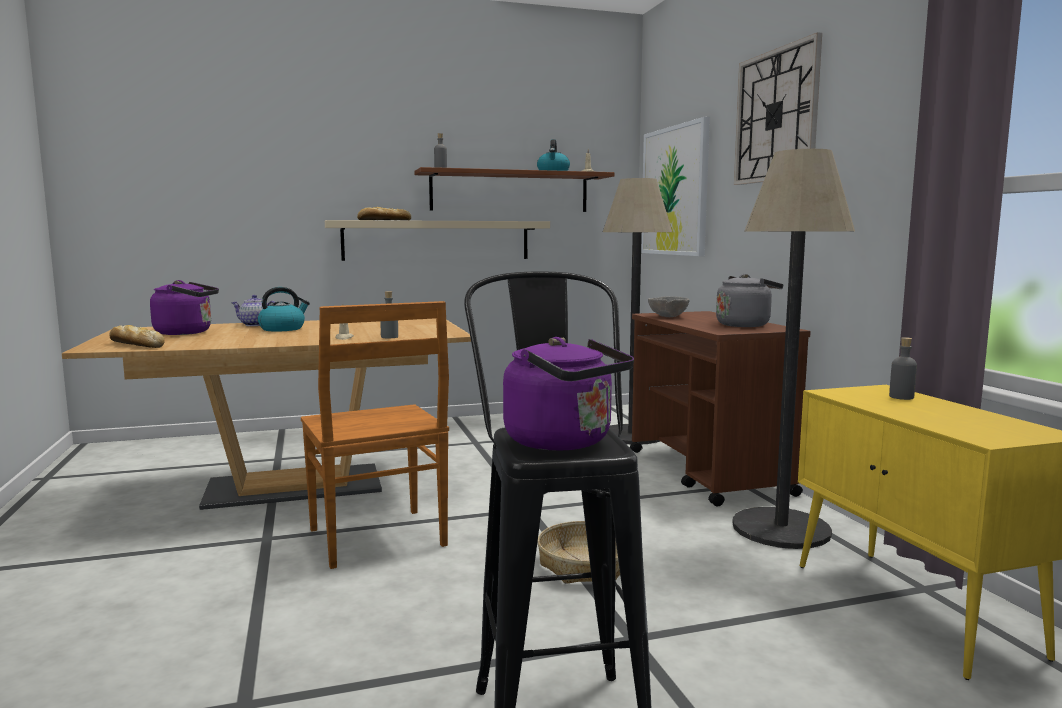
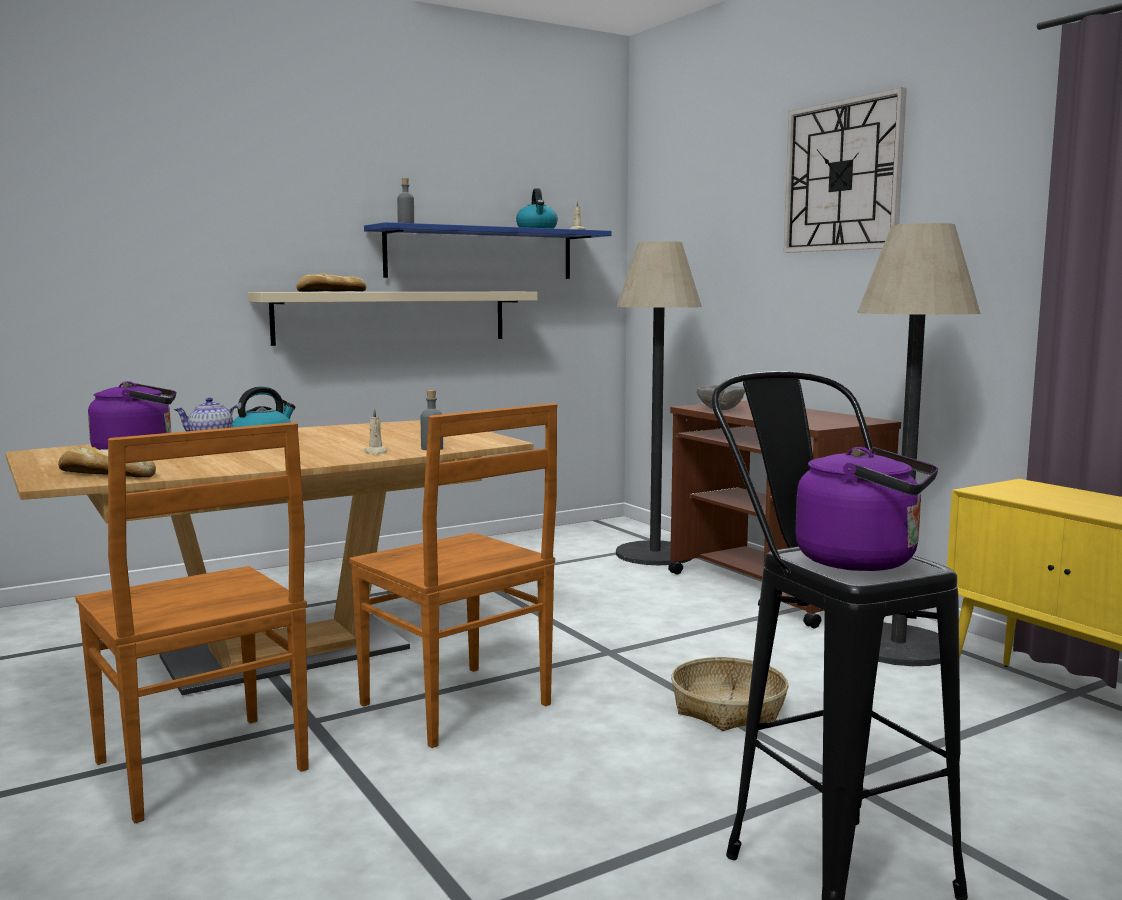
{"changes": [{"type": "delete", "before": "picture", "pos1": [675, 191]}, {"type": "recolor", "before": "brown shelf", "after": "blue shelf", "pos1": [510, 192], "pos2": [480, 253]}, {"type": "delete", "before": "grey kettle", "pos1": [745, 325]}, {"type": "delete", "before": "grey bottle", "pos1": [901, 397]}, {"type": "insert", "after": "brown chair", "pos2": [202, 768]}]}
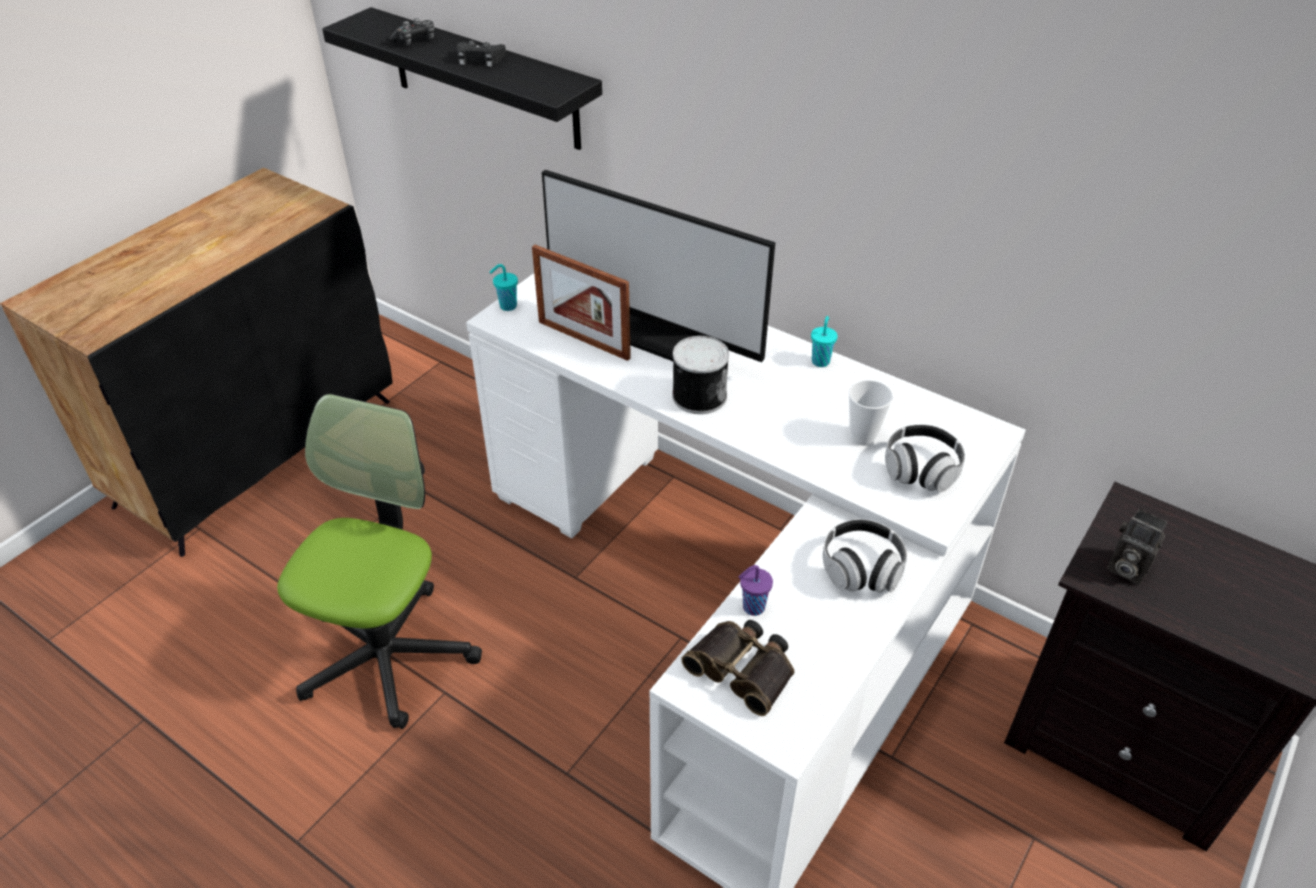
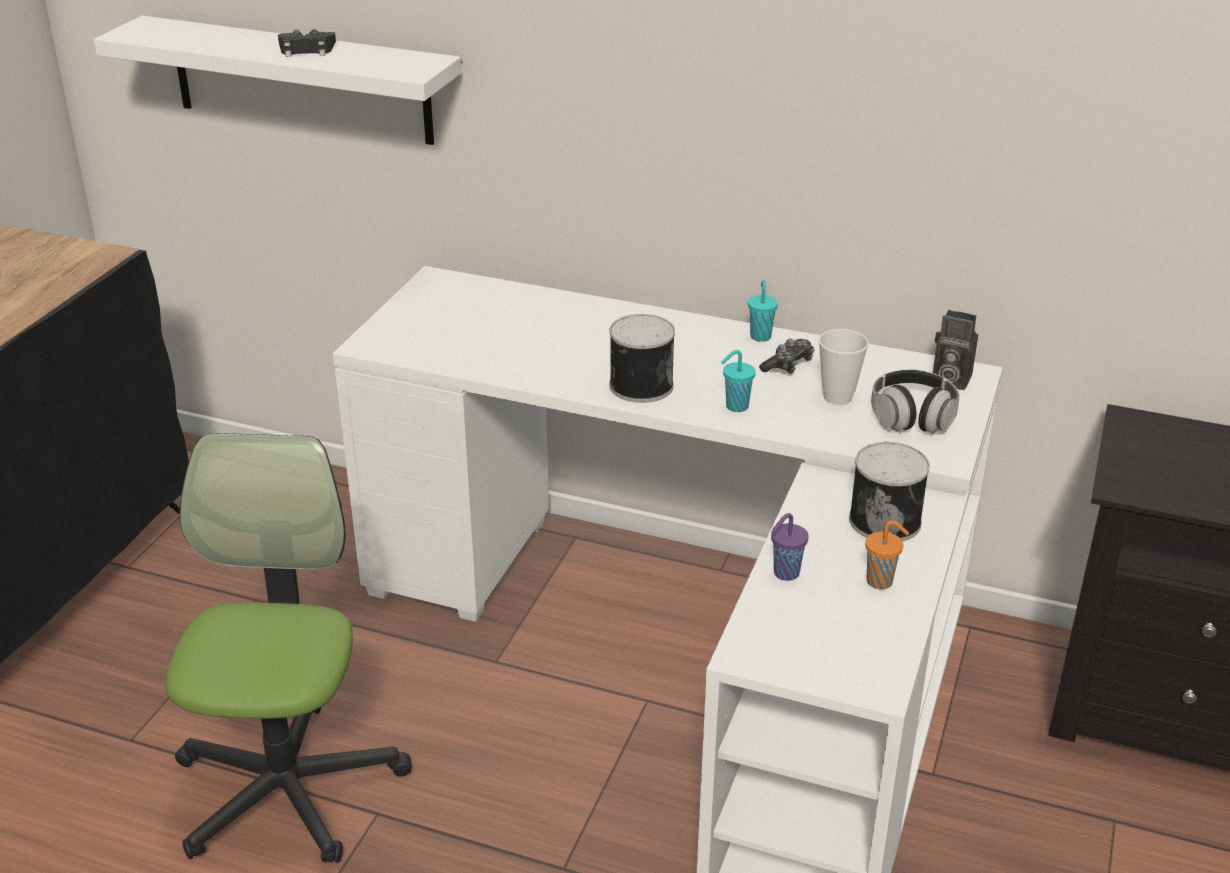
{"changes": [{"type": "recolor", "before": "black shelf", "after": "white shelf", "pos1": [484, 79], "pos2": [301, 80]}, {"type": "move", "before": "game controller", "pos1": [415, 40], "pos2": [788, 365]}, {"type": "delete", "before": "monitor", "pos1": [662, 332]}, {"type": "delete", "before": "picture frame", "pos1": [583, 340]}, {"type": "move", "before": "turquoise cup", "pos1": [507, 306], "pos2": [735, 407]}, {"type": "move", "before": "photo camera", "pos1": [1125, 568], "pos2": [948, 380]}, {"type": "replace", "before": "headphones", "after": "can", "pos1": [861, 569], "pos2": [885, 520]}, {"type": "delete", "before": "binoculars", "pos1": [744, 668]}, {"type": "insert", "after": "orange cup", "pos2": [881, 581]}]}
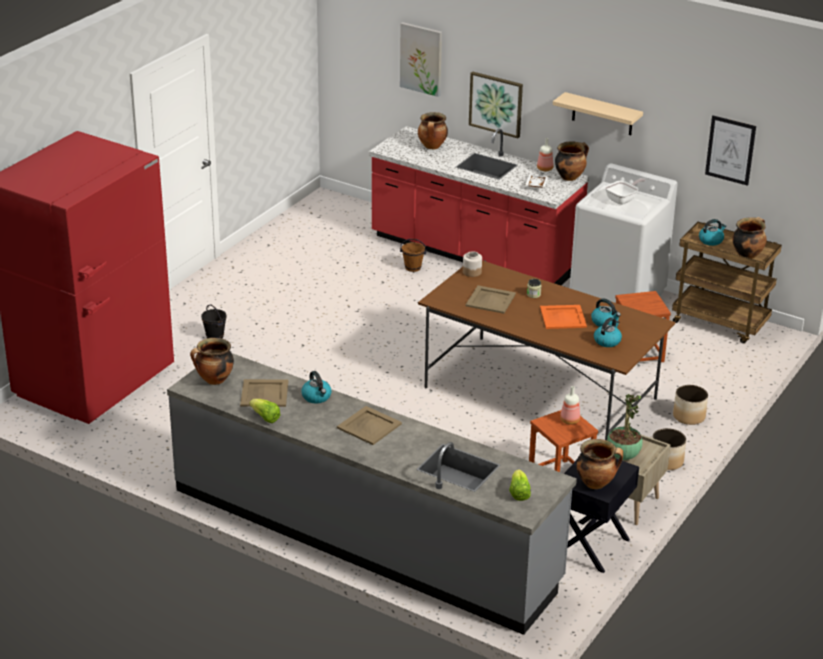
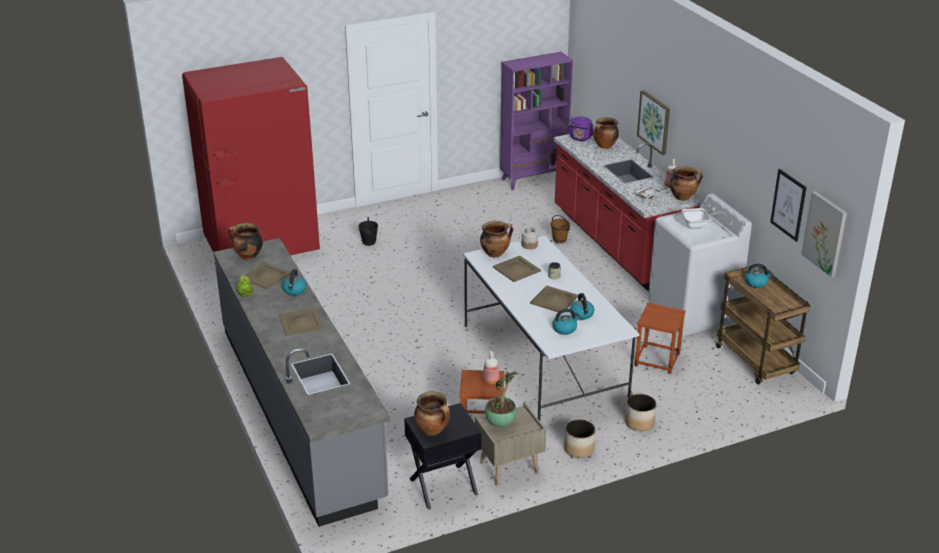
{"changes": [{"type": "move", "before": "picture", "pos1": [421, 59], "pos2": [825, 233]}, {"type": "delete", "before": "beige shelf", "pos1": [602, 114]}, {"type": "move", "before": "cooking pot", "pos1": [747, 254], "pos2": [495, 253]}, {"type": "recolor", "before": "brown dining table", "after": "white dining table", "pos1": [540, 393], "pos2": [543, 361]}, {"type": "recolor", "before": "orange tray", "after": "beige tray", "pos1": [563, 317], "pos2": [554, 300]}, {"type": "delete", "before": "lettuce", "pos1": [519, 493]}, {"type": "insert", "after": "purple bookcase", "pos2": [534, 179]}, {"type": "insert", "after": "purple kettle", "pos2": [580, 138]}]}
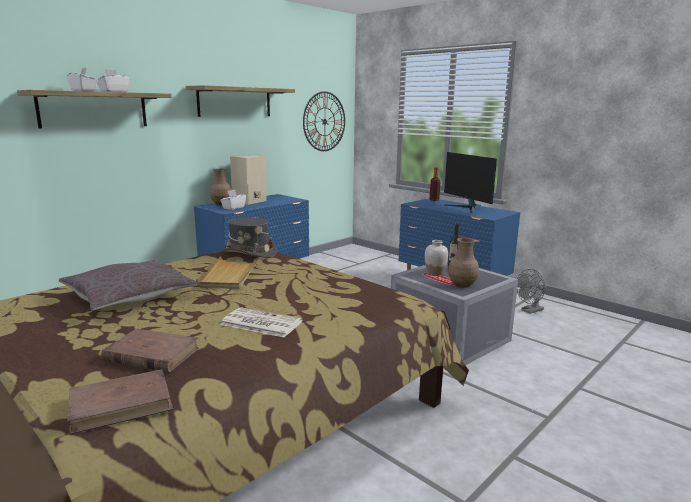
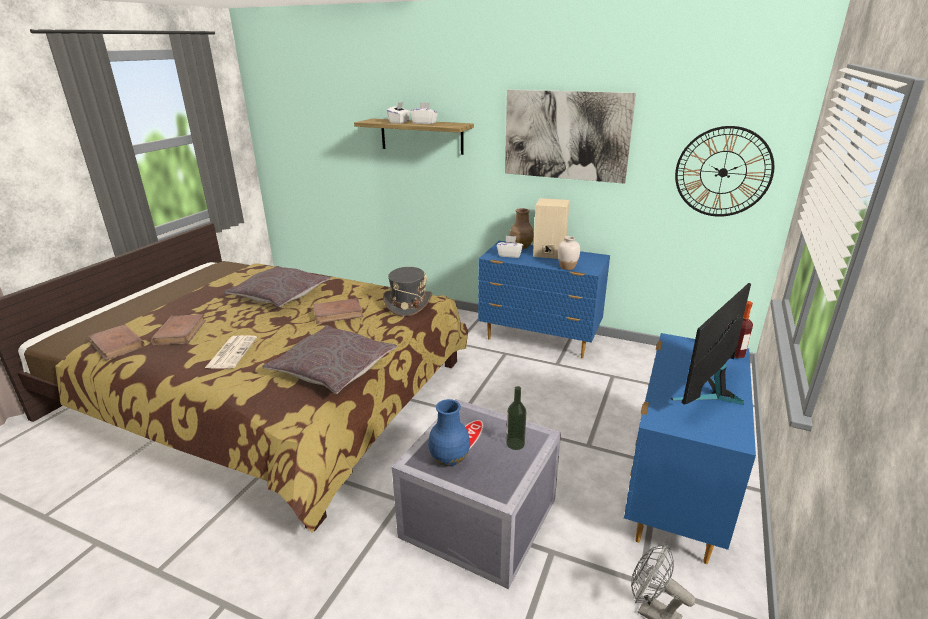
{"changes": [{"type": "replace", "before": "shelf", "after": "picture", "pos1": [235, 102], "pos2": [566, 135]}, {"type": "recolor", "before": "brown vase", "after": "blue vase", "pos1": [462, 284], "pos2": [450, 459]}, {"type": "move", "before": "white vase", "pos1": [435, 273], "pos2": [567, 267]}, {"type": "replace", "before": "beige tray", "after": "brown book", "pos1": [230, 275], "pos2": [338, 313]}, {"type": "insert", "after": "grey pillow", "pos2": [333, 368]}]}
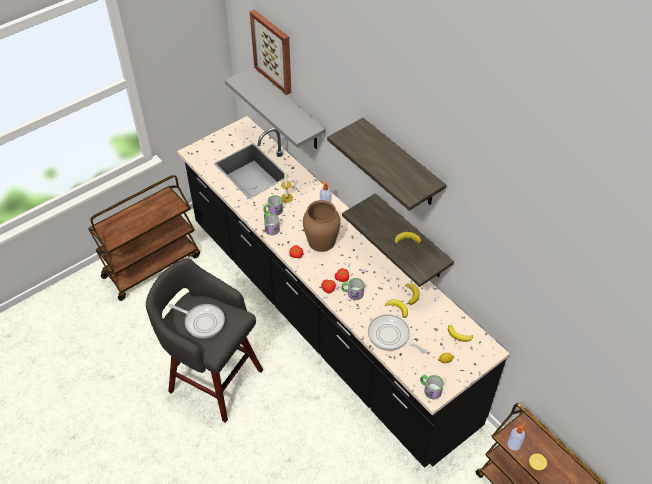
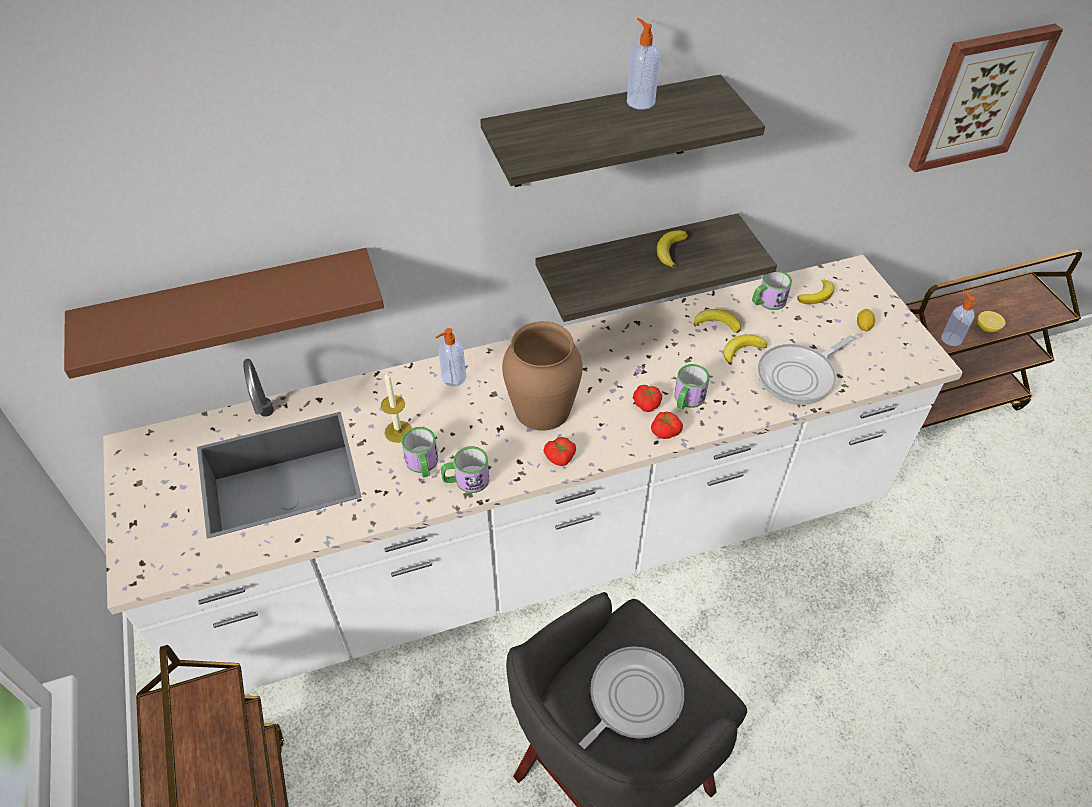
{"changes": [{"type": "move", "before": "picture", "pos1": [273, 51], "pos2": [978, 97]}, {"type": "recolor", "before": "grey shelf", "after": "brown shelf", "pos1": [287, 110], "pos2": [231, 308]}, {"type": "recolor", "before": "black counter", "after": "white counter", "pos1": [326, 319], "pos2": [546, 548]}, {"type": "move", "before": "mug", "pos1": [430, 389], "pos2": [767, 302]}, {"type": "insert", "after": "soap dispenser", "pos2": [640, 101]}]}
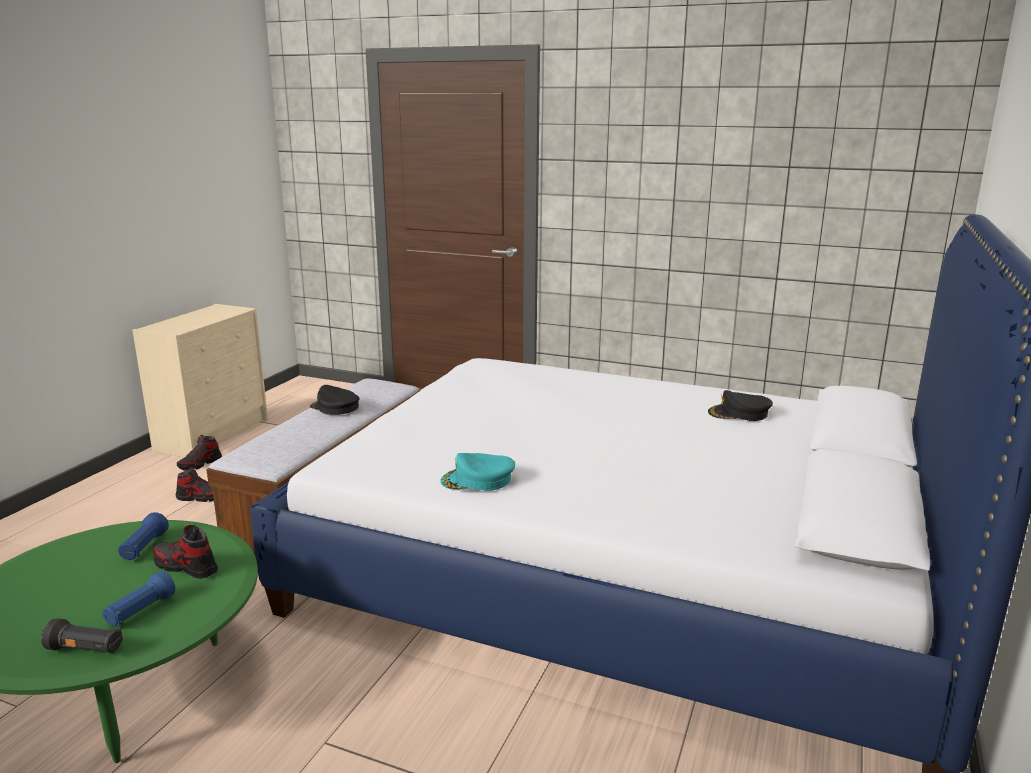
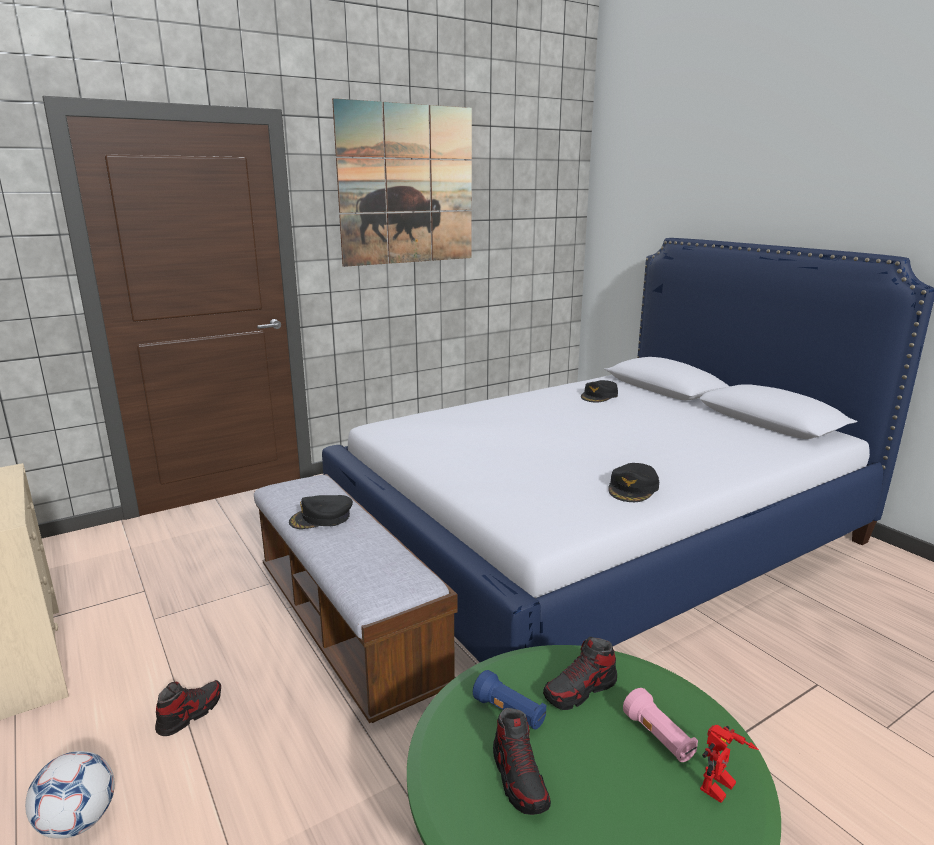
{"changes": [{"type": "move", "before": "shoe", "pos1": [200, 464], "pos2": [519, 778]}, {"type": "recolor", "before": "turquoise cap", "after": "black cap", "pos1": [478, 480], "pos2": [633, 488]}, {"type": "recolor", "before": "blue flashlight", "after": "pink flashlight", "pos1": [140, 612], "pos2": [659, 738]}, {"type": "replace", "before": "black flashlight", "after": "toy robot", "pos1": [86, 650], "pos2": [721, 791]}, {"type": "insert", "after": "picture", "pos2": [407, 185]}, {"type": "insert", "after": "football", "pos2": [78, 822]}]}
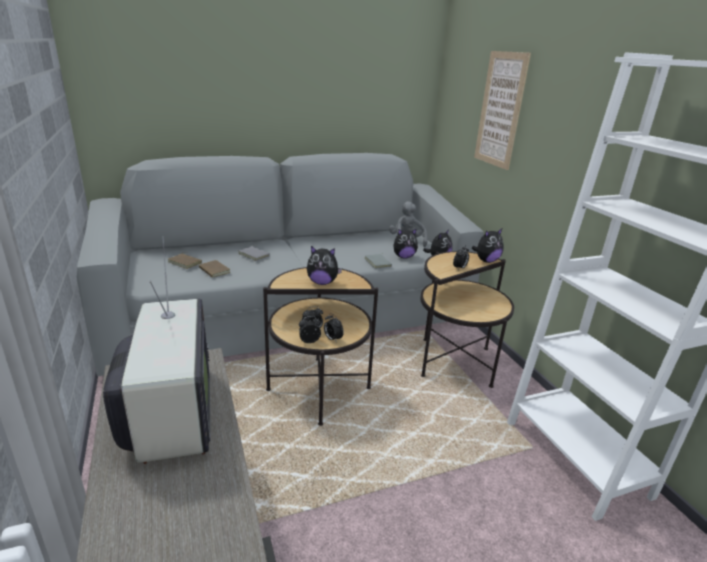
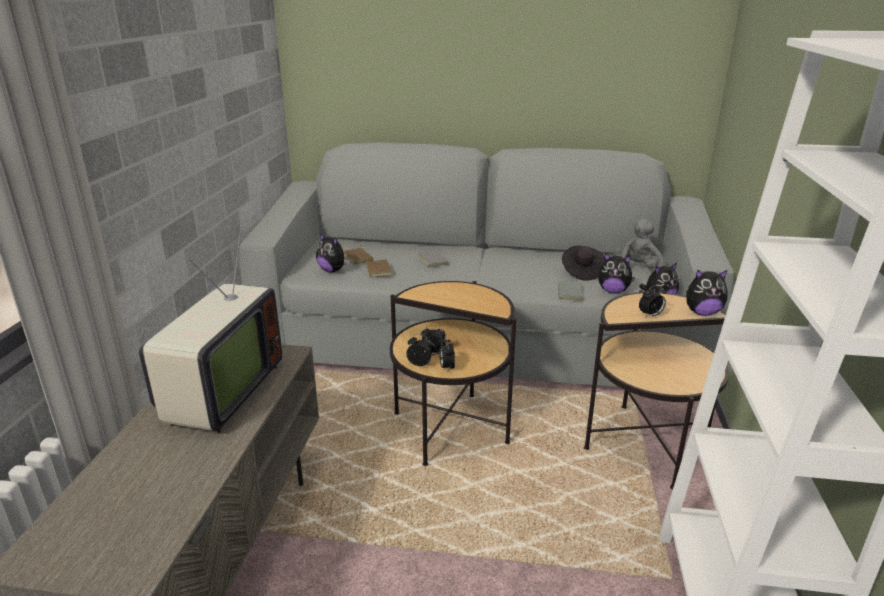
{"changes": [{"type": "delete", "before": "picture", "pos1": [500, 110]}, {"type": "move", "before": "plush toy", "pos1": [322, 282], "pos2": [333, 270]}, {"type": "insert", "after": "black hat", "pos2": [582, 272]}]}
